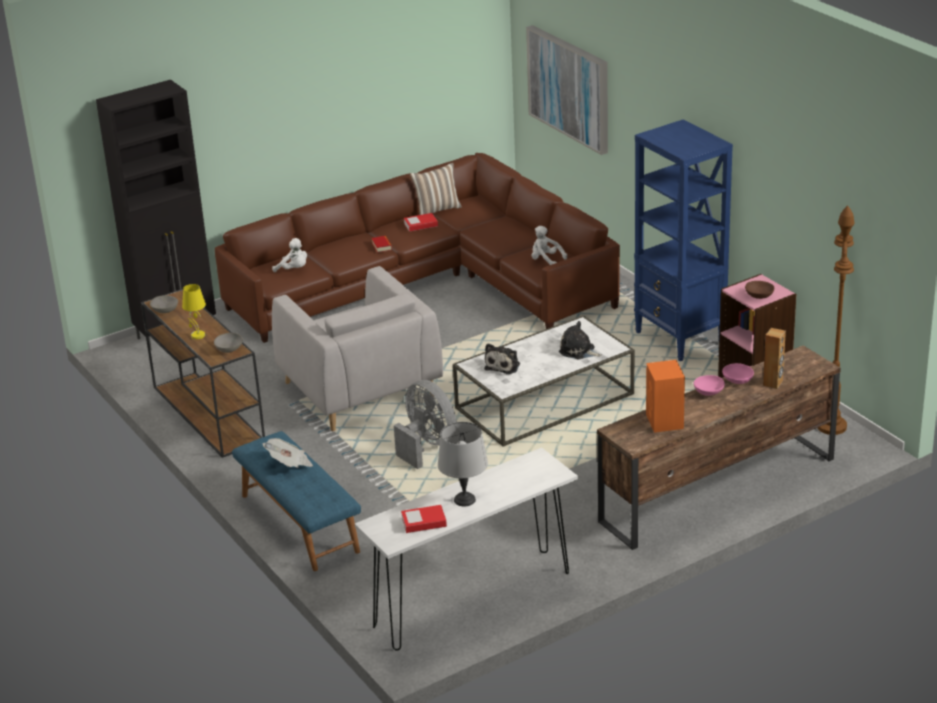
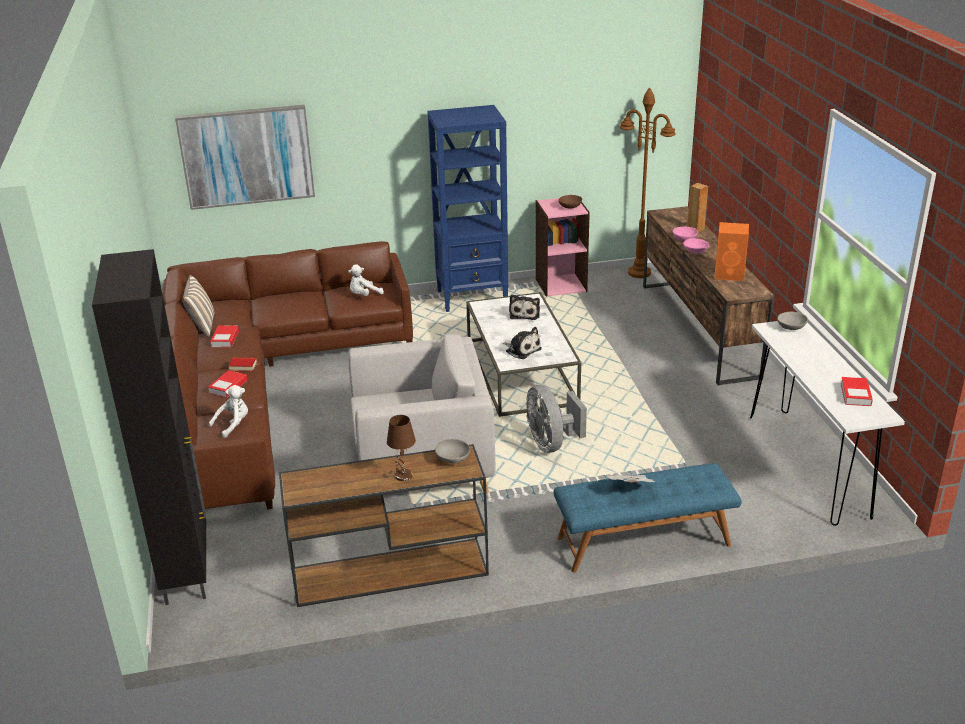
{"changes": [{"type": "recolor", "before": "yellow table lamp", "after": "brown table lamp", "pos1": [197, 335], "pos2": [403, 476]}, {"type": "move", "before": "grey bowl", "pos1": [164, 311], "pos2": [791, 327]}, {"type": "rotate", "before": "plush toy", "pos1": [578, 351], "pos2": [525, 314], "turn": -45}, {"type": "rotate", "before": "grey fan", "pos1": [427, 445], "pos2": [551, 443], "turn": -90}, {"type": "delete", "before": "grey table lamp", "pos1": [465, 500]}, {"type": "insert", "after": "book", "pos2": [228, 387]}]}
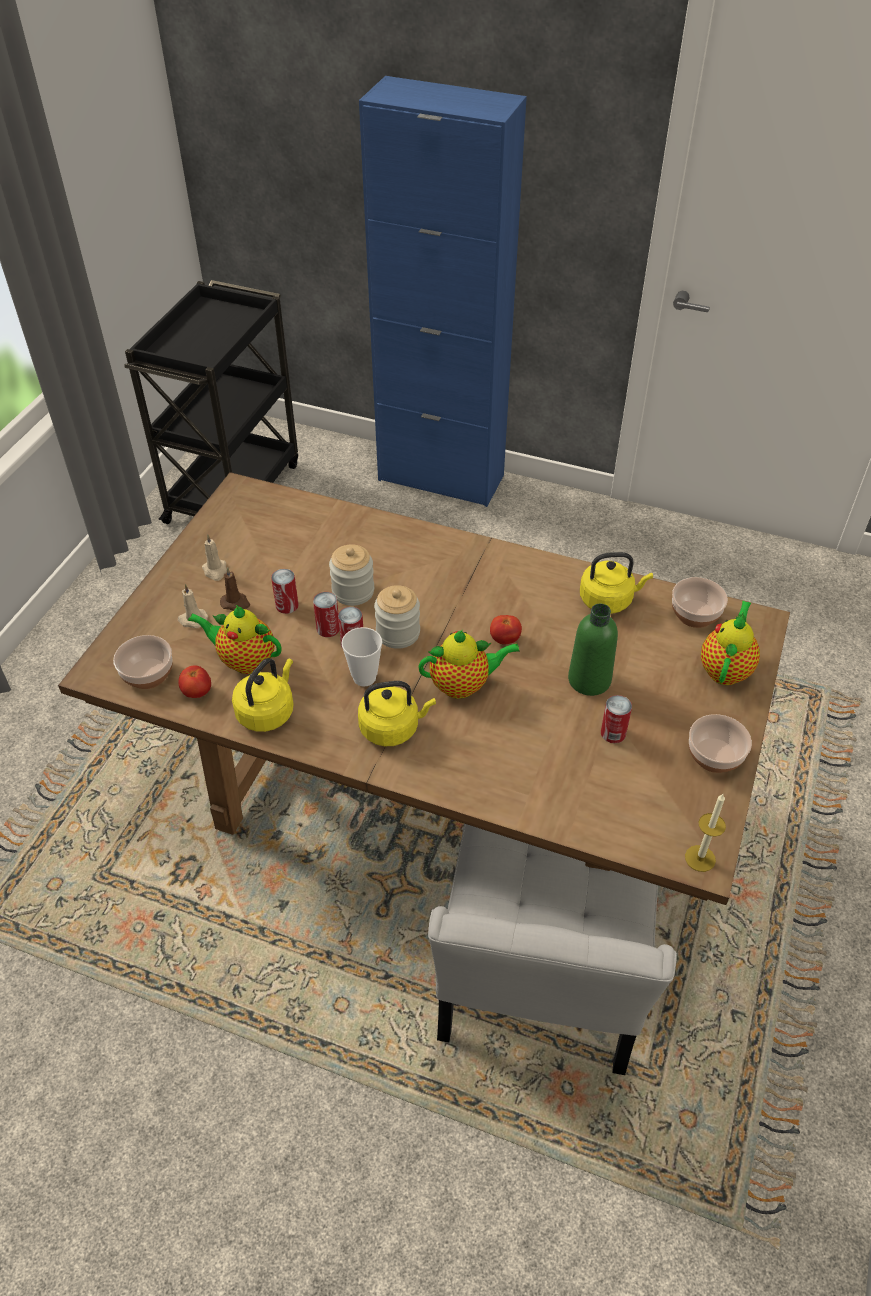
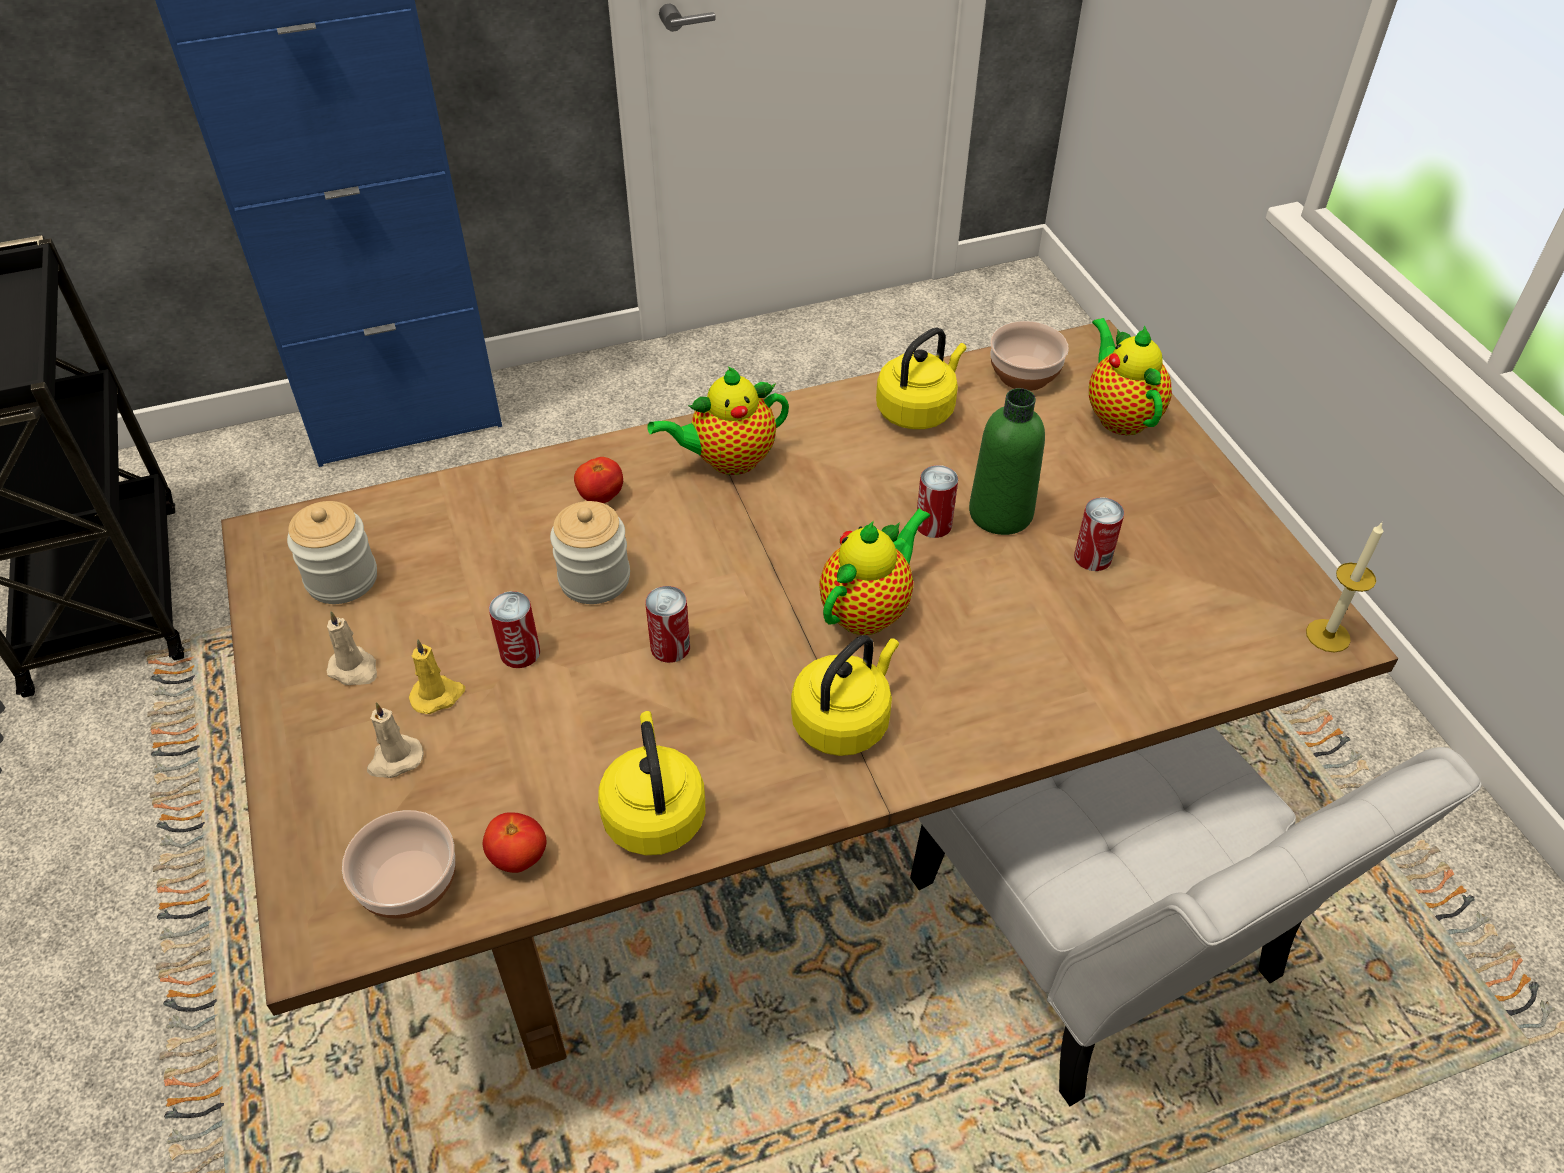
{"changes": [{"type": "recolor", "before": "brown candle", "after": "yellow candle", "pos1": [235, 603], "pos2": [438, 695]}, {"type": "move", "before": "jar", "pos1": [398, 633], "pos2": [342, 579]}, {"type": "move", "before": "can", "pos1": [328, 628], "pos2": [933, 524]}, {"type": "move", "before": "teapot", "pos1": [244, 660], "pos2": [727, 460]}, {"type": "move", "before": "tomato", "pos1": [505, 639], "pos2": [601, 497]}, {"type": "delete", "before": "cup", "pos1": [364, 677]}, {"type": "delete", "before": "bowl", "pos1": [713, 755]}]}
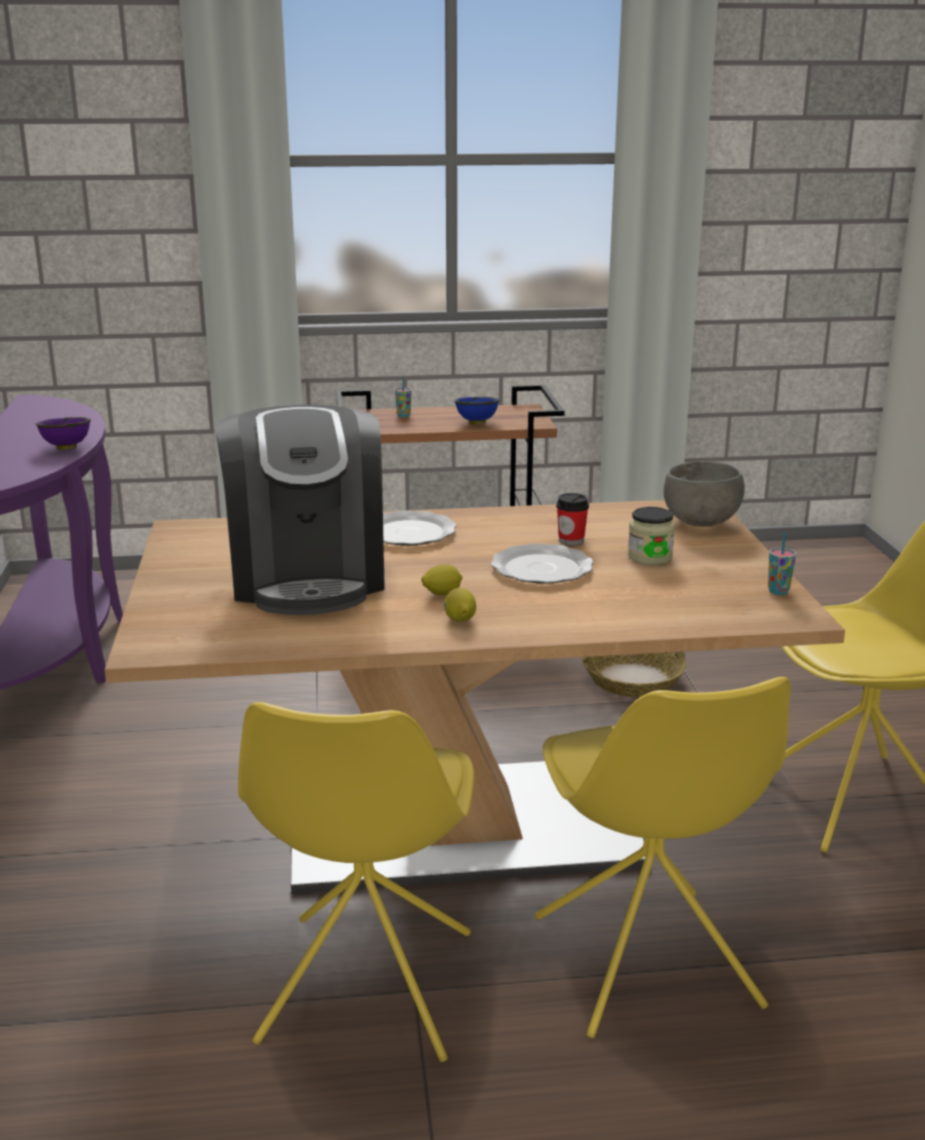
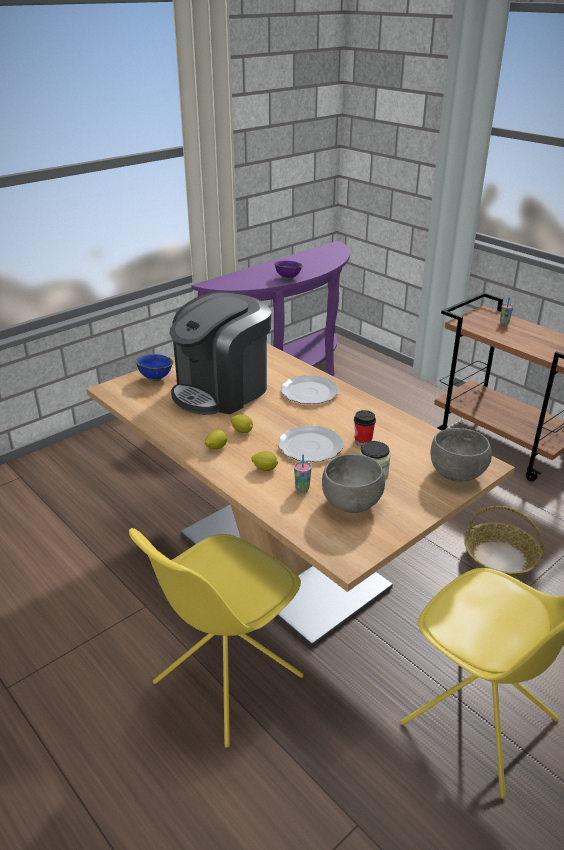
{"changes": [{"type": "move", "before": "blue bowl", "pos1": [476, 423], "pos2": [155, 378]}, {"type": "move", "before": "cup", "pos1": [778, 591], "pos2": [302, 489]}, {"type": "delete", "before": "yellow chair", "pos1": [366, 989]}, {"type": "insert", "after": "lemon", "pos2": [265, 468]}, {"type": "insert", "after": "grey bowl", "pos2": [351, 503]}]}
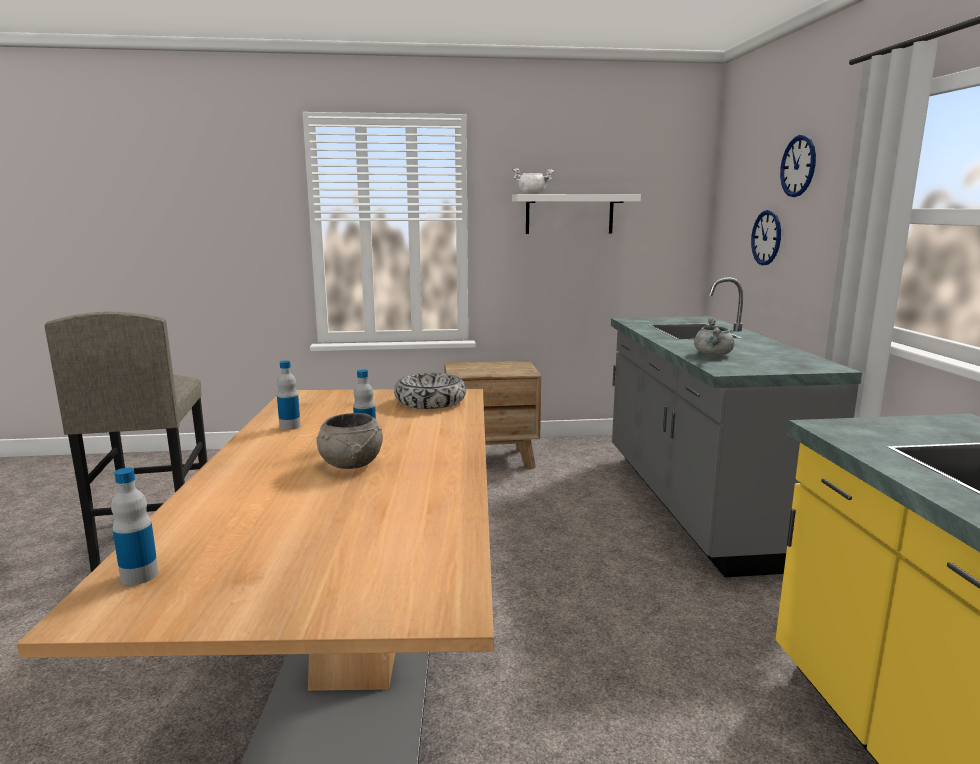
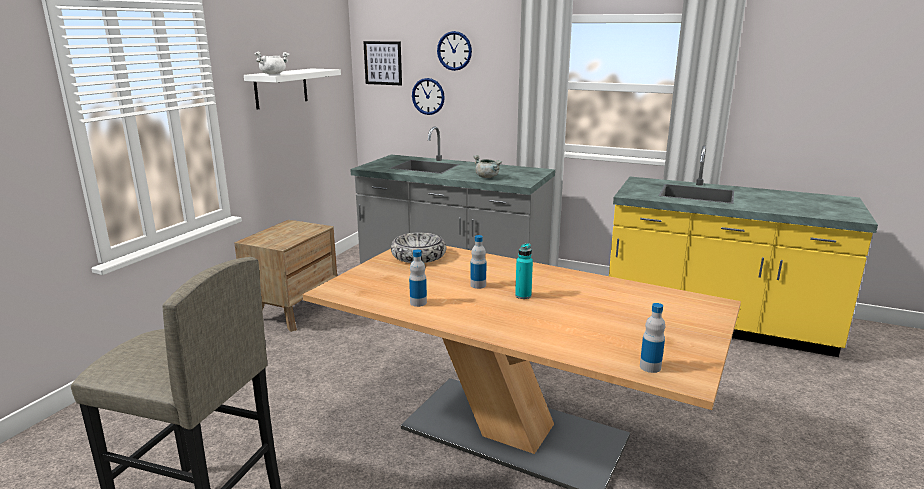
{"changes": [{"type": "replace", "before": "grey bowl", "after": "turquoise bottle", "pos1": [351, 464], "pos2": [523, 295]}, {"type": "insert", "after": "picture", "pos2": [383, 63]}]}
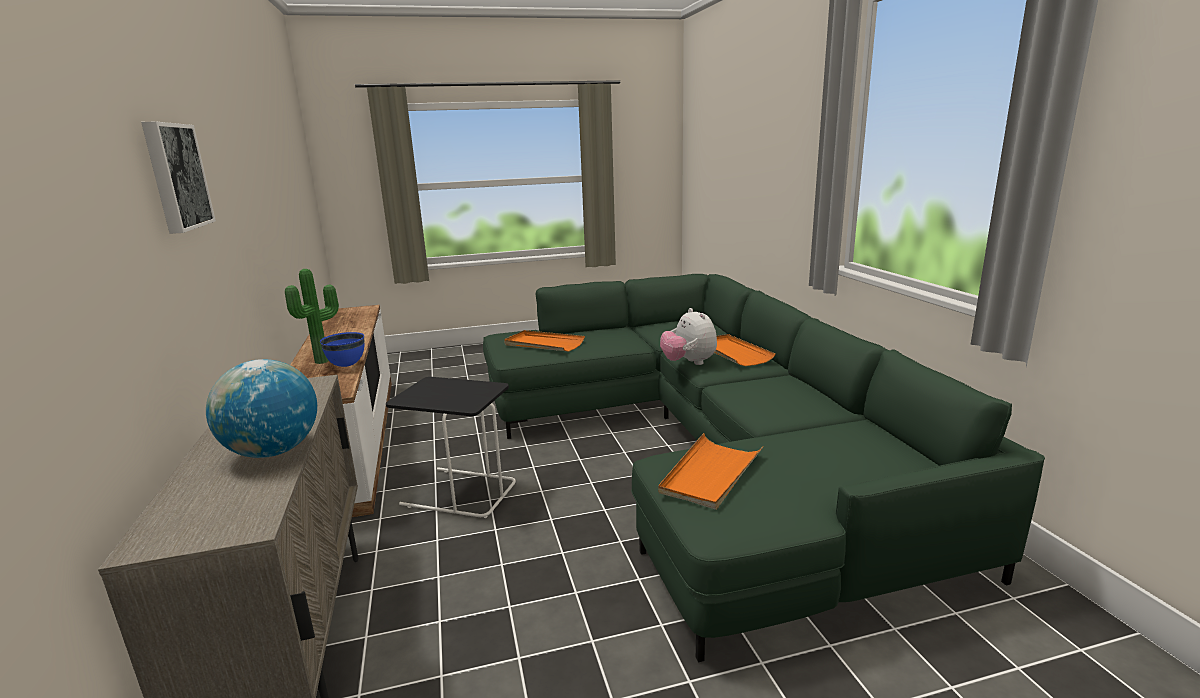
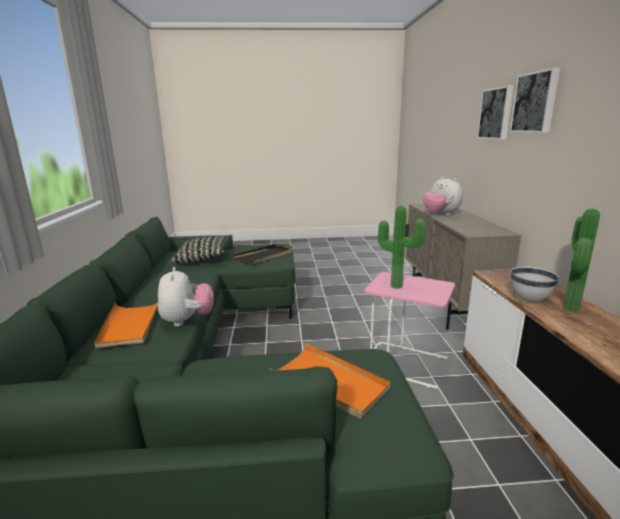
{"changes": [{"type": "recolor", "before": "blue bowl", "after": "white bowl", "pos1": [347, 365], "pos2": [529, 300]}, {"type": "replace", "before": "globe", "after": "plush toy", "pos1": [273, 452], "pos2": [441, 214]}, {"type": "recolor", "before": "black side table", "after": "pink side table", "pos1": [459, 493], "pos2": [406, 363]}, {"type": "recolor", "before": "orange tray", "after": "black tray", "pos1": [710, 474], "pos2": [264, 256]}, {"type": "insert", "after": "picture", "pos2": [496, 113]}, {"type": "insert", "after": "potted plant", "pos2": [397, 285]}, {"type": "insert", "after": "pillow", "pos2": [203, 259]}]}
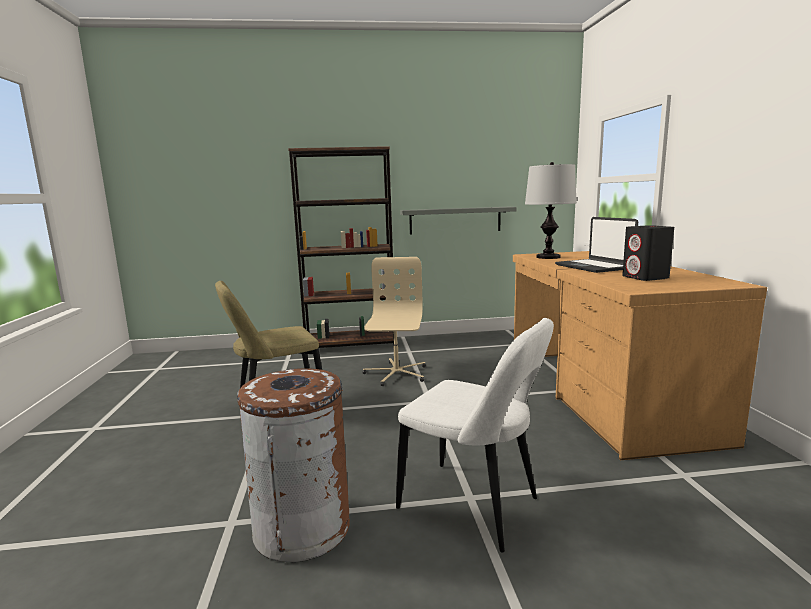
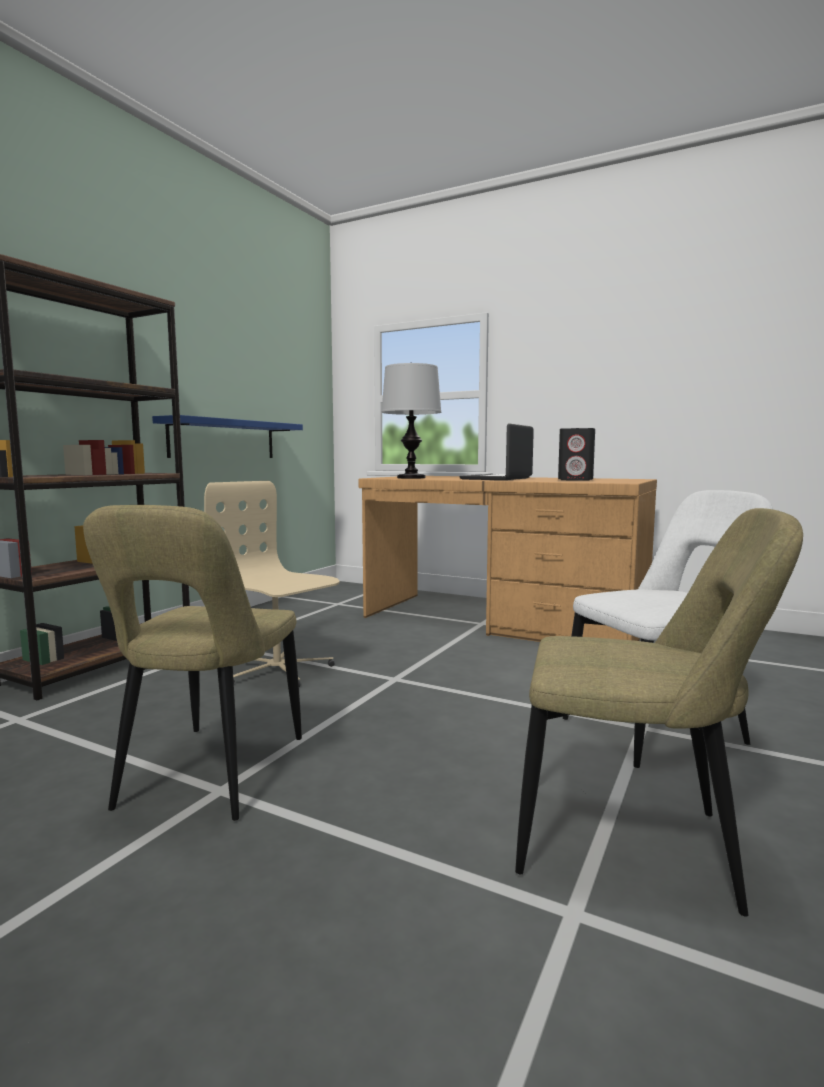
{"changes": [{"type": "recolor", "before": "grey shelf", "after": "blue shelf", "pos1": [455, 220], "pos2": [223, 439]}, {"type": "rotate", "before": "laptop", "pos1": [594, 267], "pos2": [497, 479], "turn": 105}, {"type": "replace", "before": "brown trash can", "after": "beige chair", "pos1": [302, 527], "pos2": [634, 845]}]}
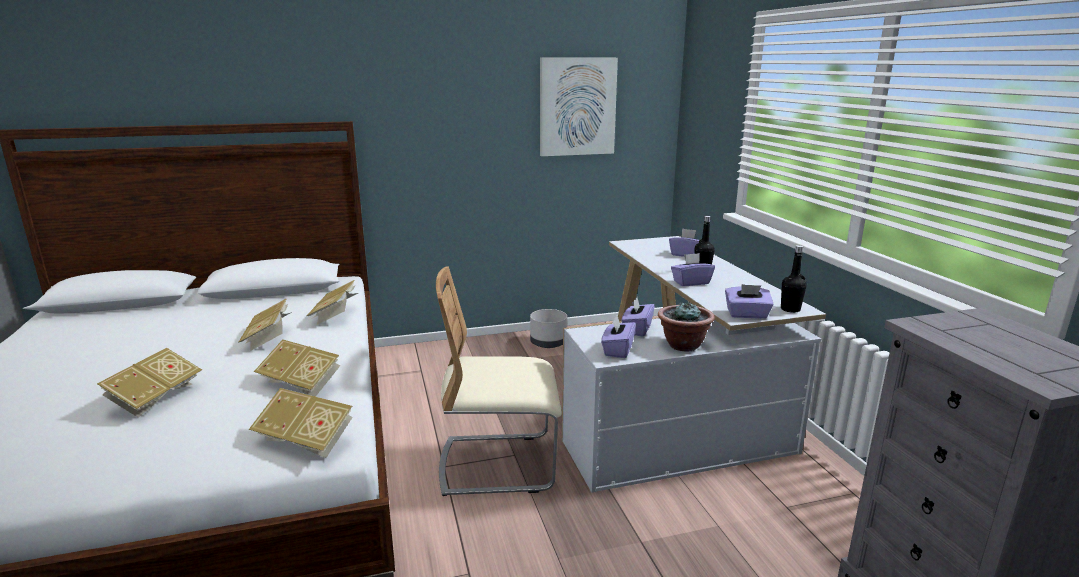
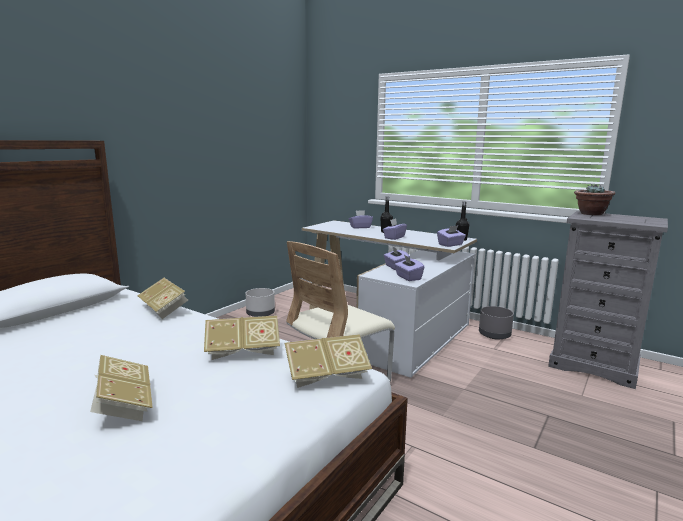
{"changes": [{"type": "delete", "before": "picture", "pos1": [577, 107]}, {"type": "delete", "before": "book", "pos1": [269, 338]}, {"type": "move", "before": "potted plant", "pos1": [683, 345], "pos2": [591, 214]}, {"type": "insert", "after": "grey planter", "pos2": [494, 335]}]}
